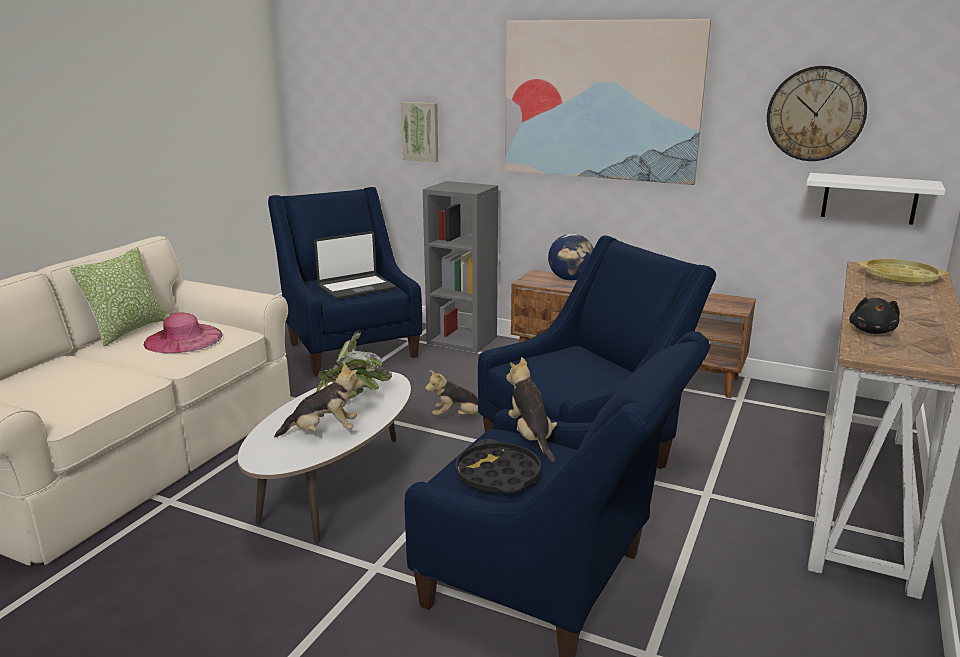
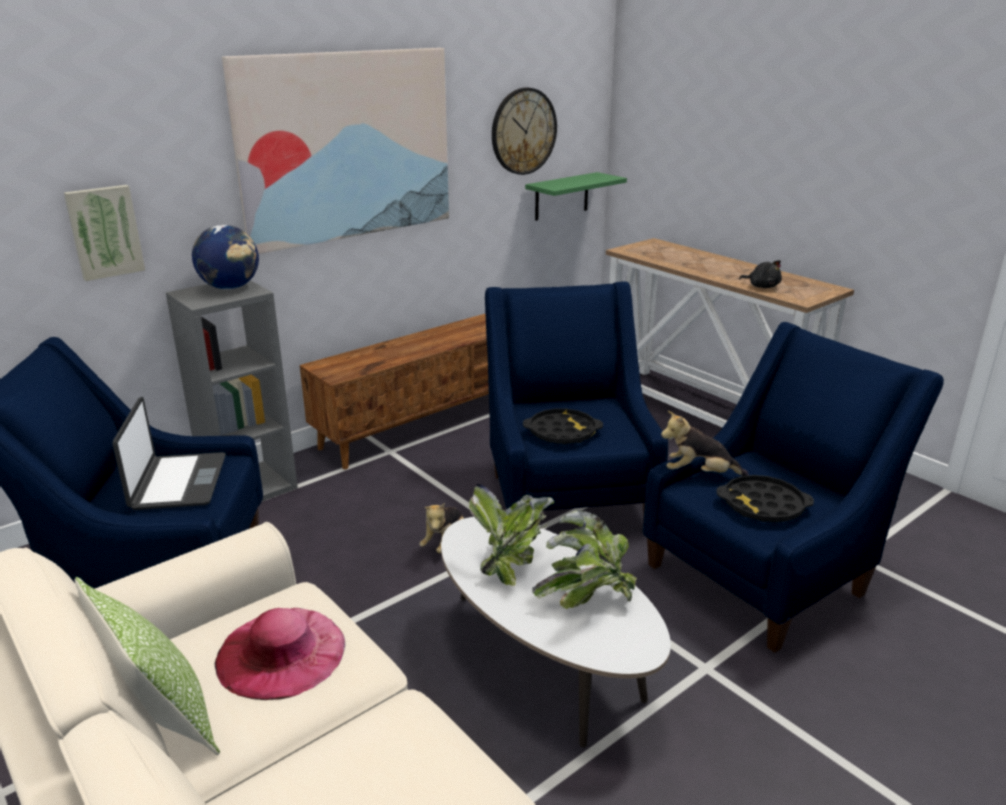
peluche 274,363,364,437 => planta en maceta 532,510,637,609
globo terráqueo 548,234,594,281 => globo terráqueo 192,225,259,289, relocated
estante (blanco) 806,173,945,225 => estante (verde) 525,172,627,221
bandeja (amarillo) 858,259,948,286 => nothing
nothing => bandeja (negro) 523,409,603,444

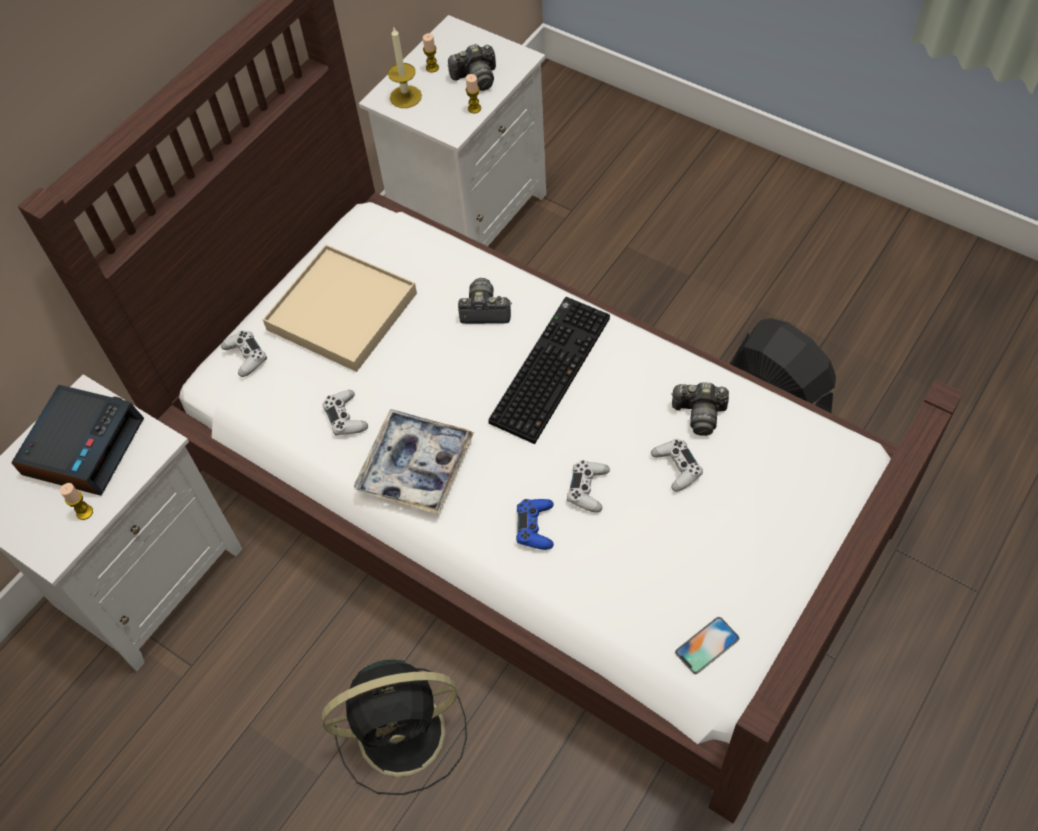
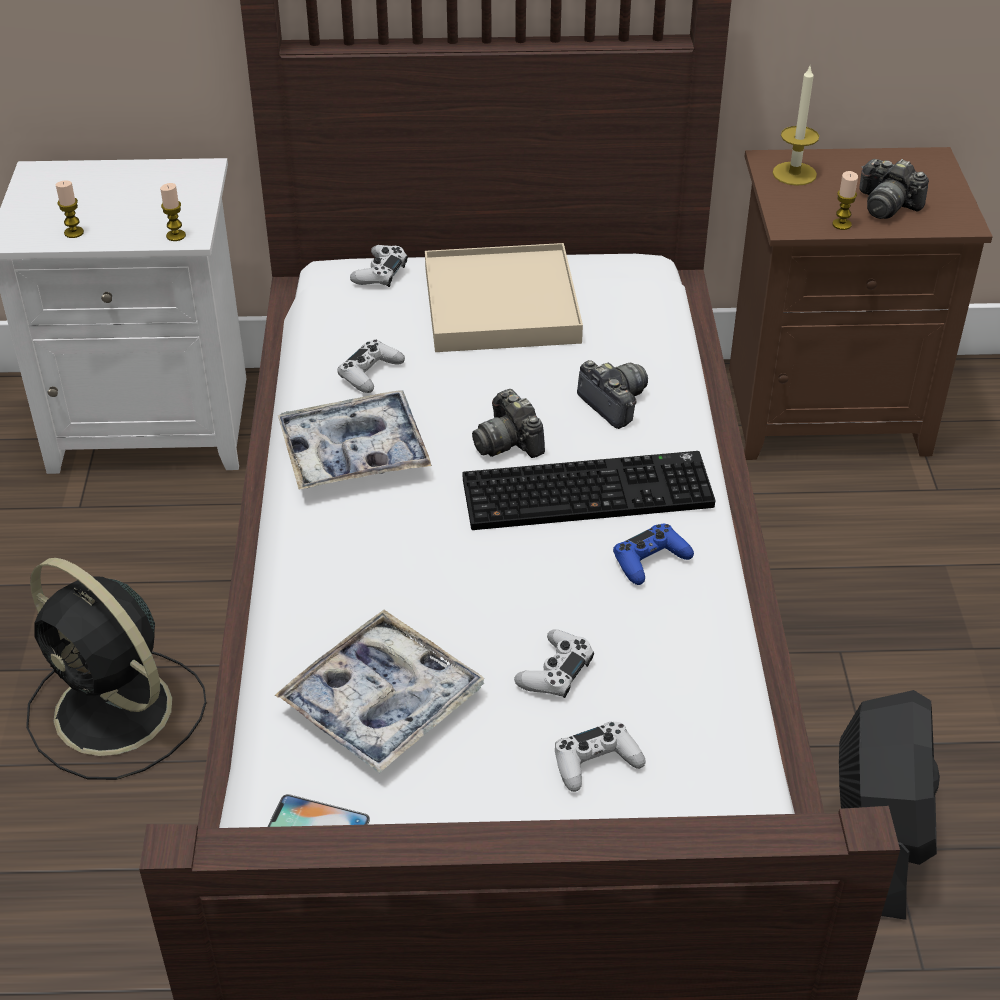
despertador 11,385,144,496 => nothing
mesita de noche (blanco) 359,15,546,247 => mesita de noche (marrón) 729,147,993,460
vela 423,33,439,72 => vela 160,183,186,241, relocated
mando de consola (azul) 516,499,554,550 => mando de consola (azul) 613,524,694,585, relocated
mando de consola (blanco) 567,460,610,512 => mando de consola (blanco) 555,722,646,792, relocated
cámara 671,382,729,436 => cámara 472,389,545,458, relocated
nothing => bandeja 275,610,485,774

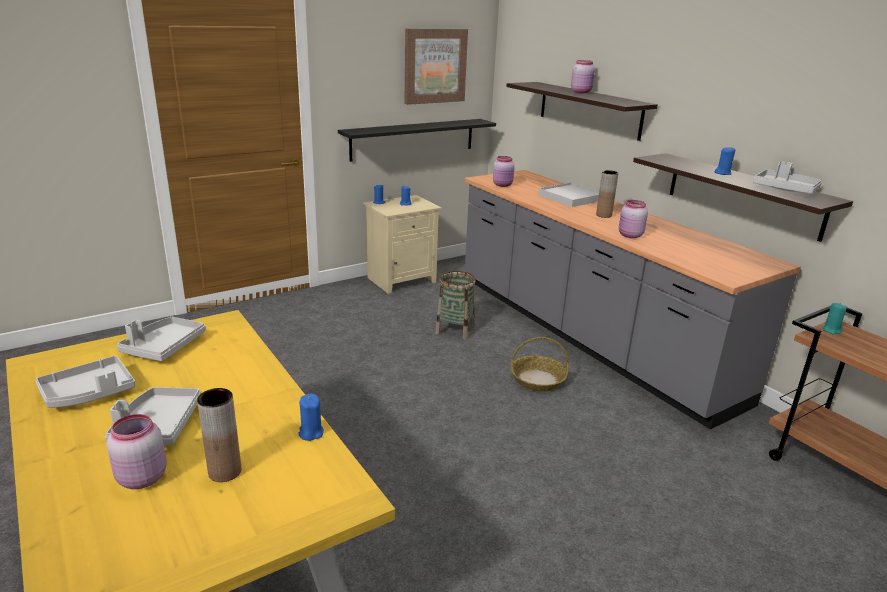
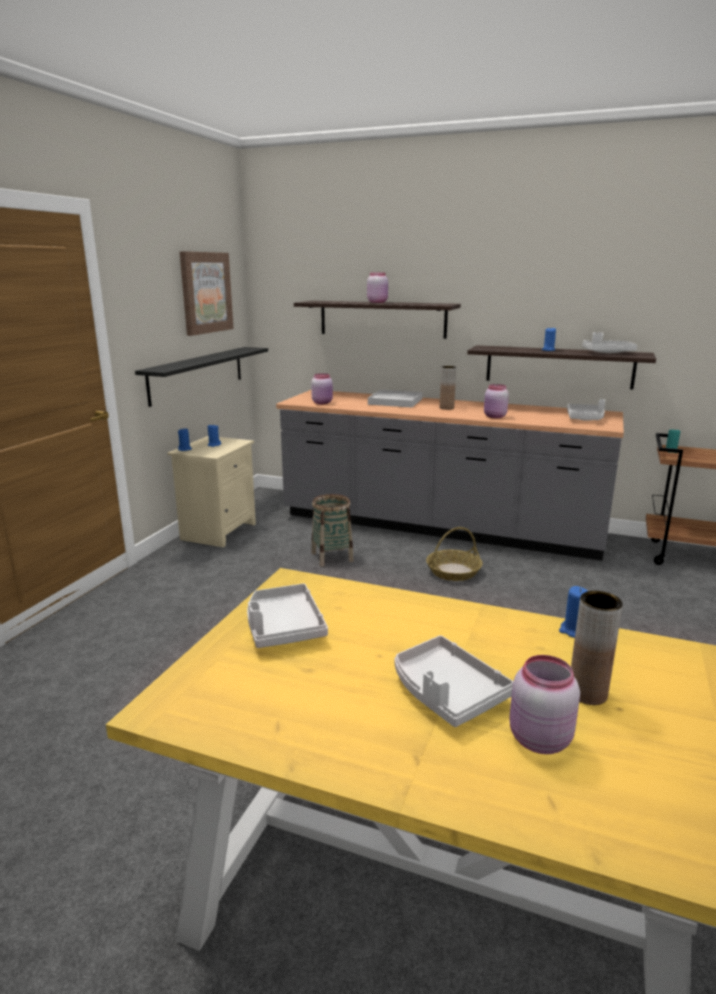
bandeja (gris) 35,355,136,408 => bandeja (gris) 567,399,605,421, relocated

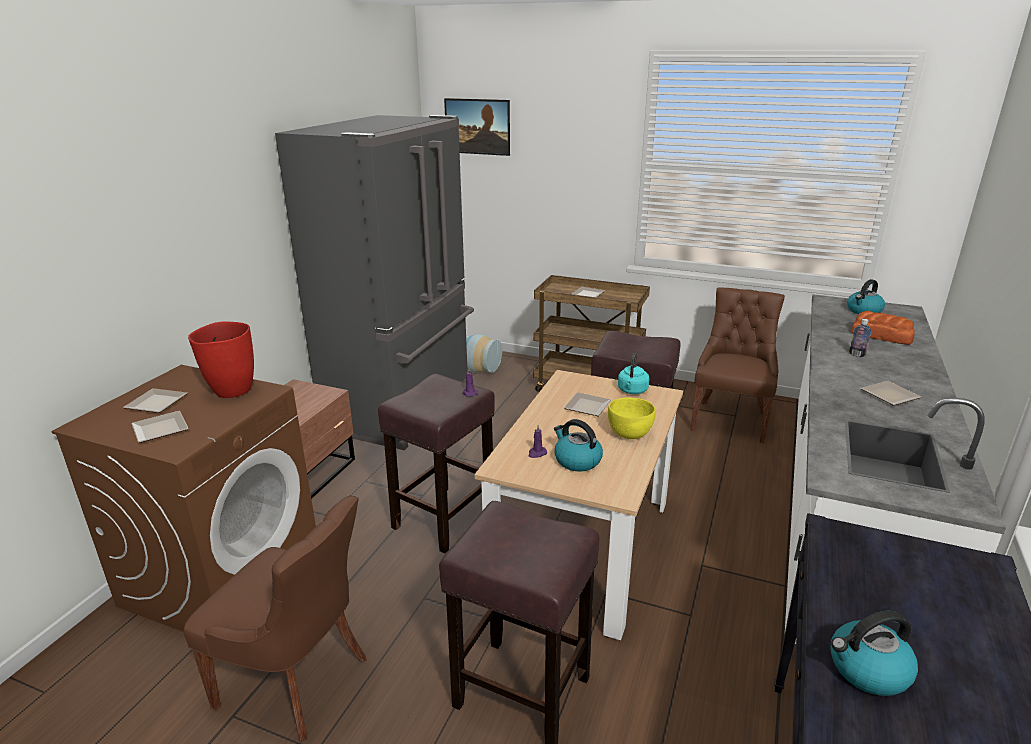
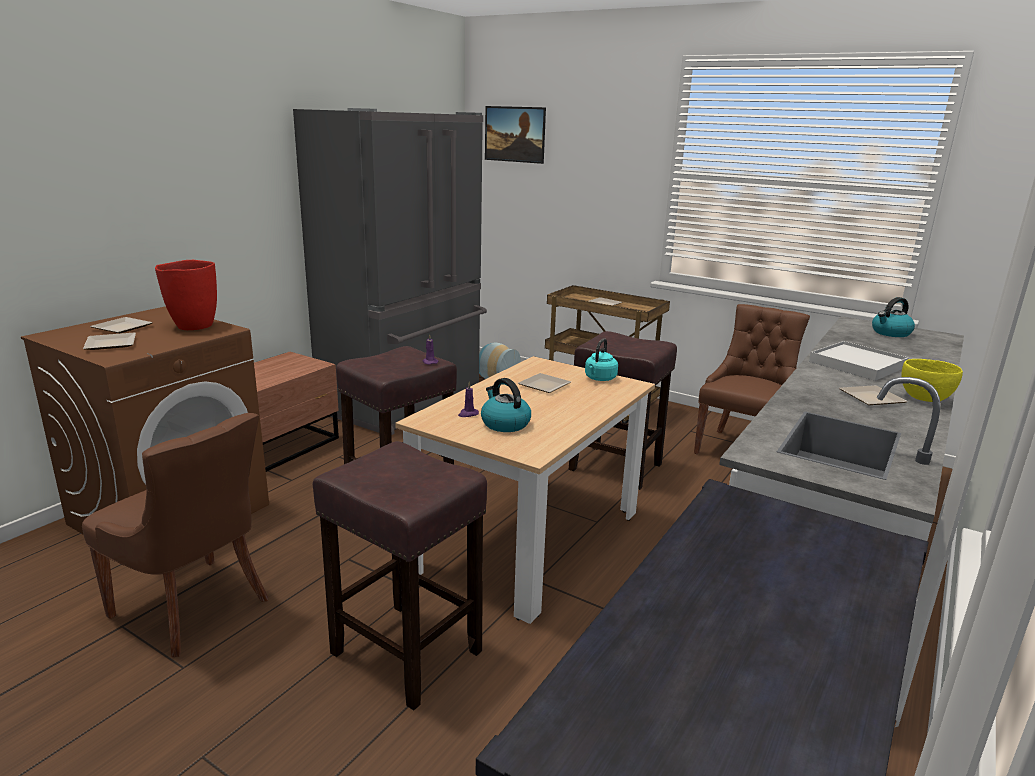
cuenco (amarillo) 608,397,656,439 => cuenco (amarillo) 901,359,963,402, relocated
hervidor 830,611,918,696 => nothing
botella 849,319,871,357 => bandeja (blanco) 809,341,909,381
pan 851,311,915,345 => nothing

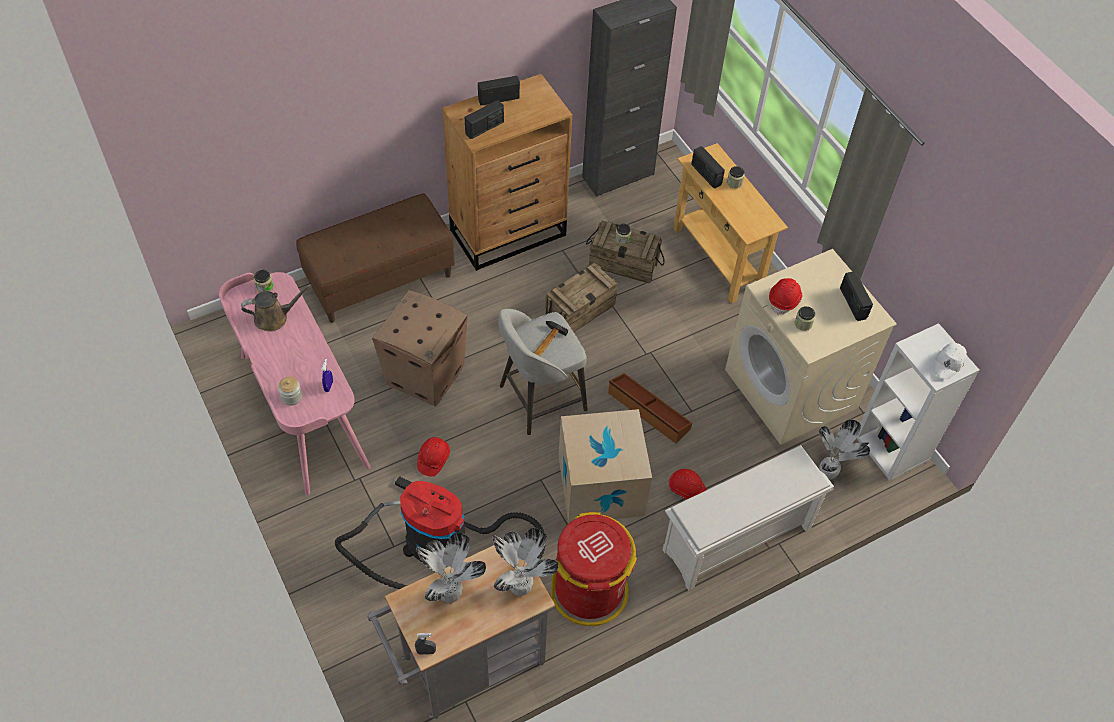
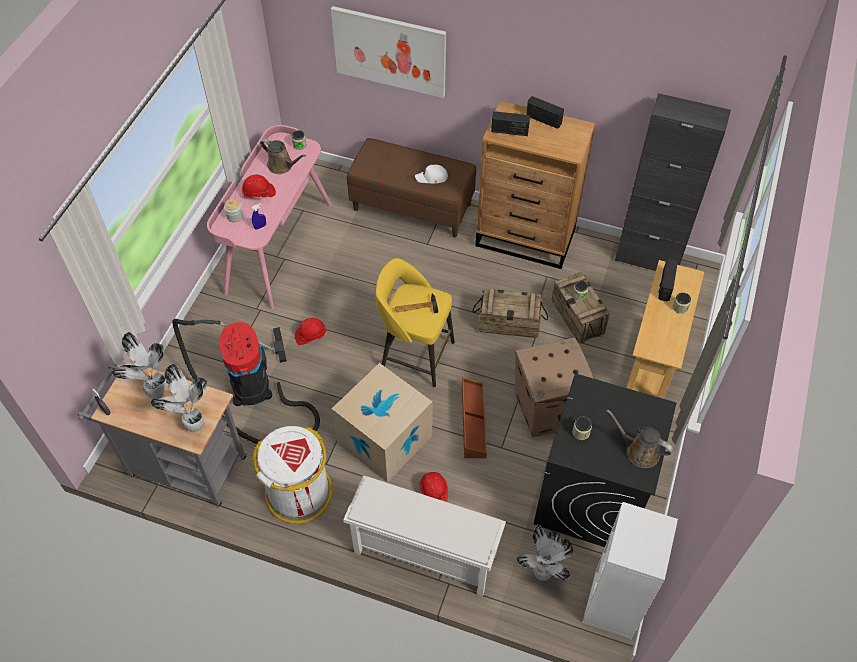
caja de cartón 372,290,468,407 => caja de cartón 515,338,594,437, relocated
taburete (gris) 498,309,588,435 => taburete (amarillo) 375,258,455,387
papelera (rojo) 551,512,637,626 => papelera (blanco) 252,426,333,524
lavadora (beis) 725,249,897,445 => lavadora (negro) 534,374,676,547
casco (rojo) 769,278,802,315 => casco (rojo) 242,174,276,199, relocated
radio 840,271,873,321 => regadera (marrón) 607,410,673,468
gorra (blanco) 933,343,967,380 => gorra (blanco) 415,165,448,184, relocated
nothing => cuadro 331,6,446,98

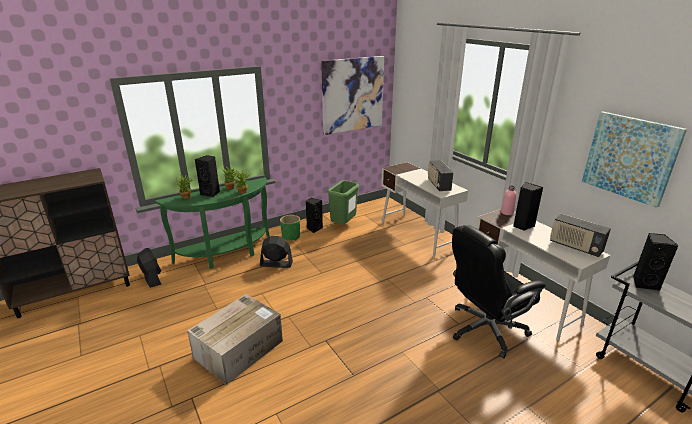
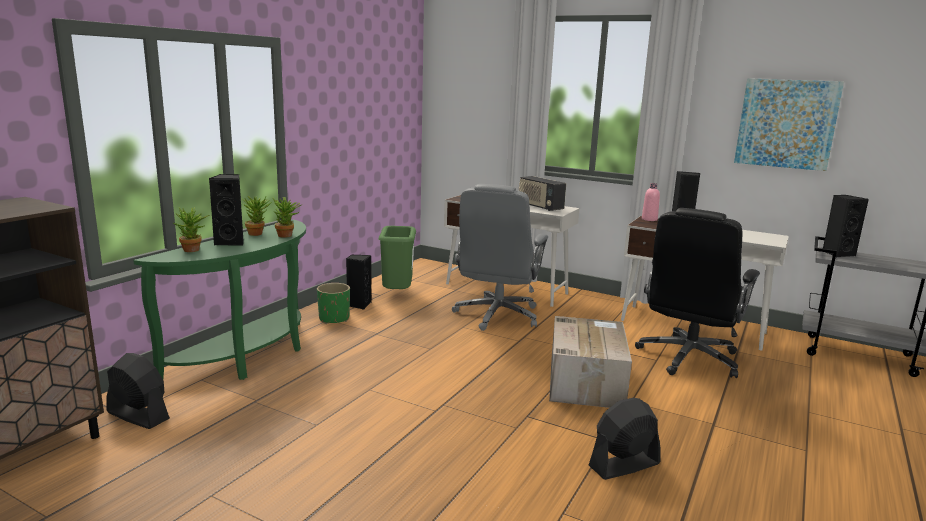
caja de cartón 187,294,283,385 => caja de cartón 549,316,632,408, relocated
ventilador (negro) 260,236,293,268 => ventilador (negro) 589,398,661,480, relocated
cuadro 321,56,384,135 => nothing
radio 550,214,611,257 => nothing
nothing => silla de oficina (gris) 452,184,548,331

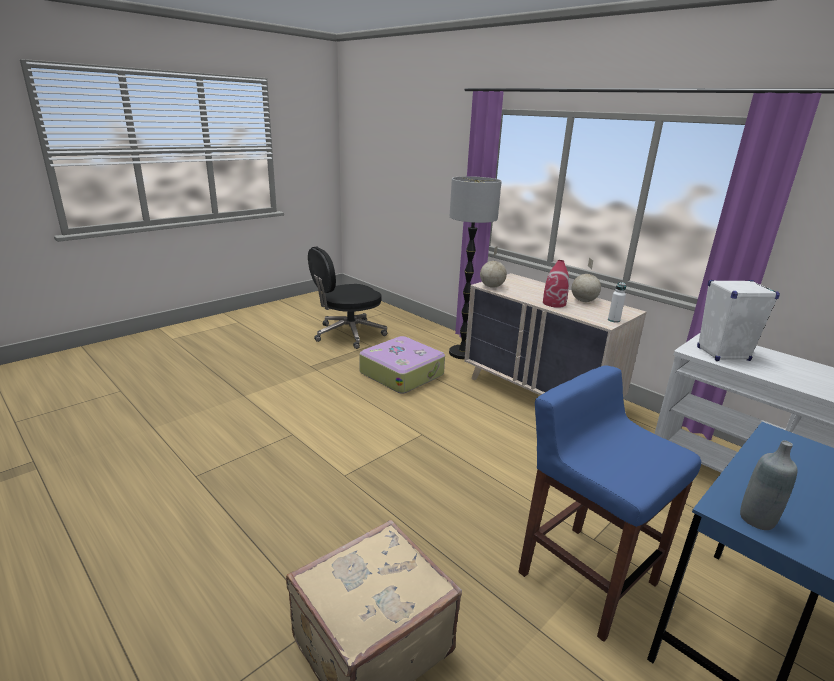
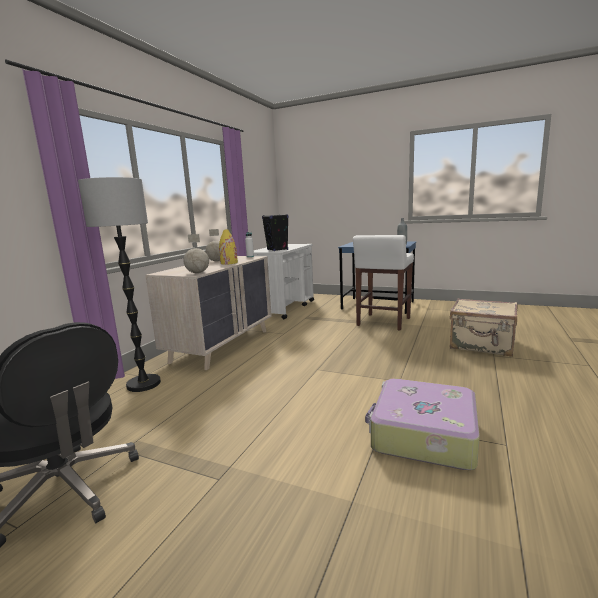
maleta 359,336,445,394 => maleta 365,378,480,470, relocated
taburete (azul) 519,365,701,642 => taburete (blanco) 353,235,414,331
florero (rojo) 543,260,569,308 => florero (amarillo) 219,229,238,265
altavoz (blanco) 697,280,780,361 => altavoz (negro) 262,214,289,251

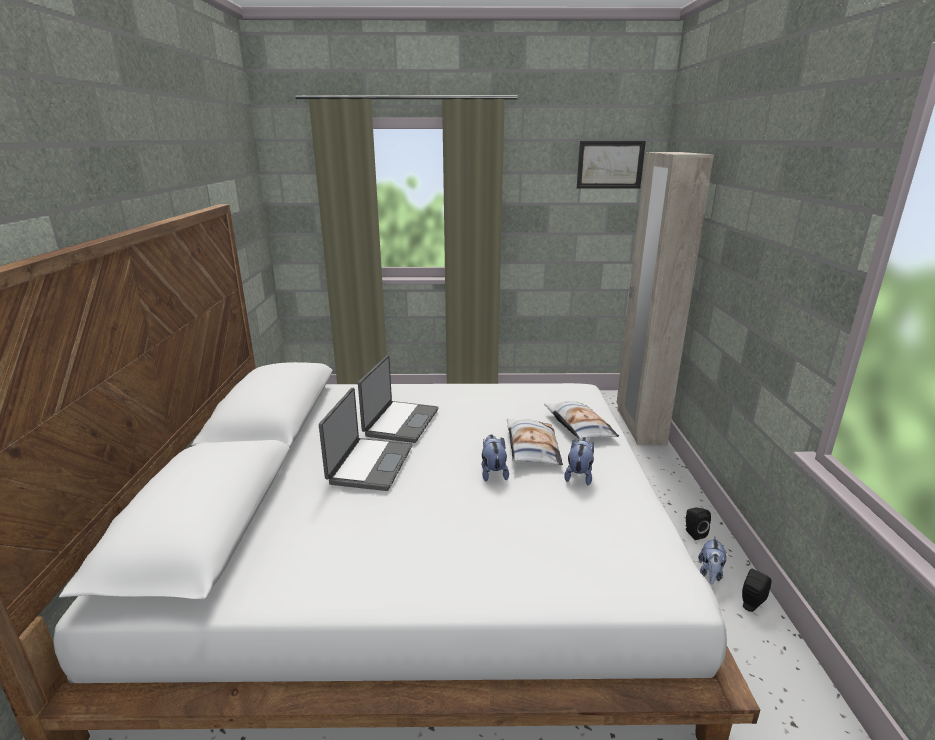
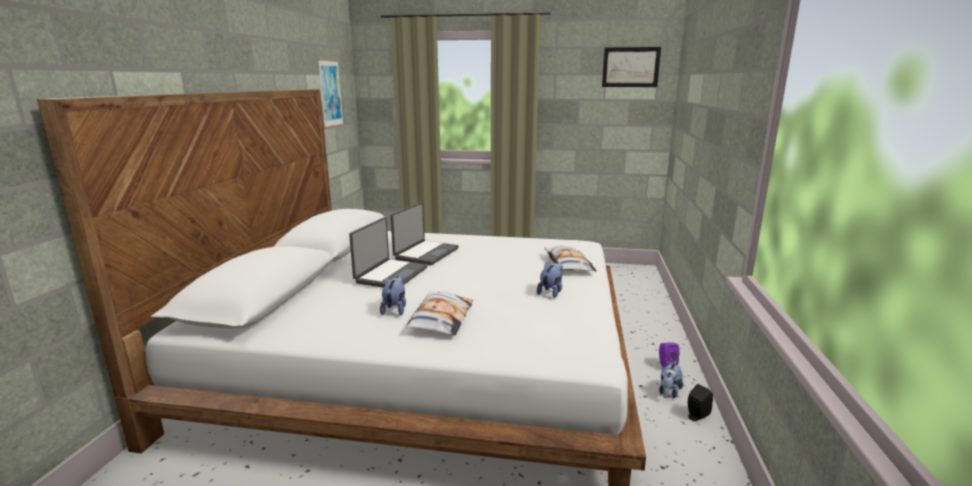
peluche 482,435,509,482 => peluche 380,276,406,315, relocated
cojín 507,419,563,465 => cojín 406,292,473,336, relocated
armario ropero (beis) 617,152,714,445 => nothing
altavoz (negro) 685,508,711,540 => altavoz (morado) 659,343,680,368
nothing => cuadro 318,59,344,128

